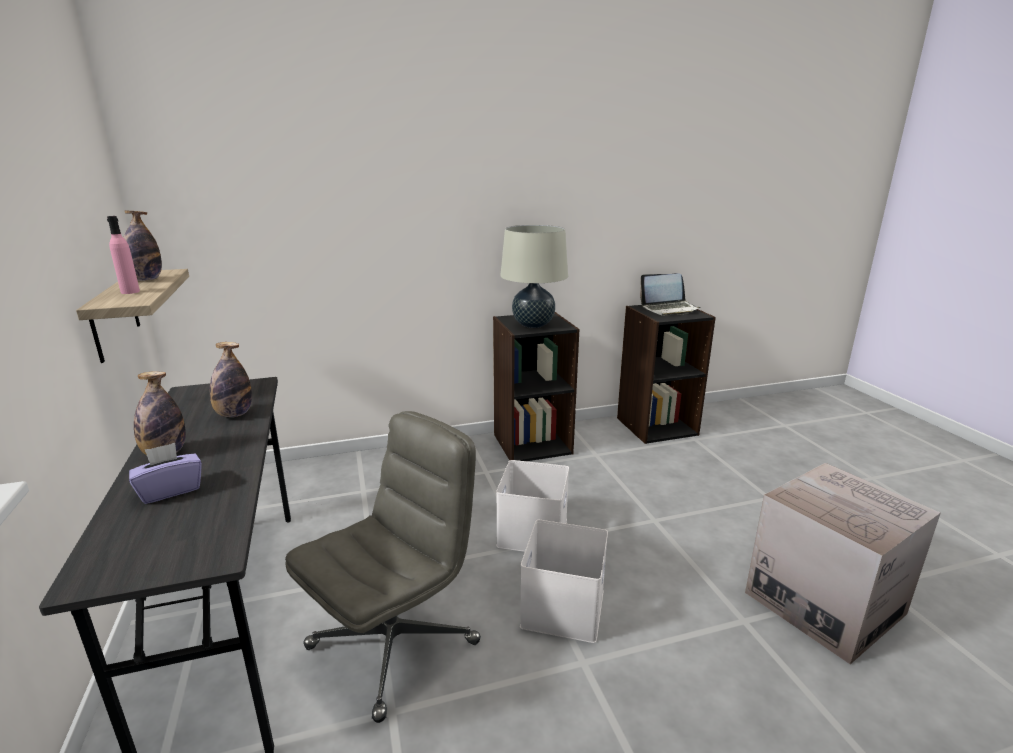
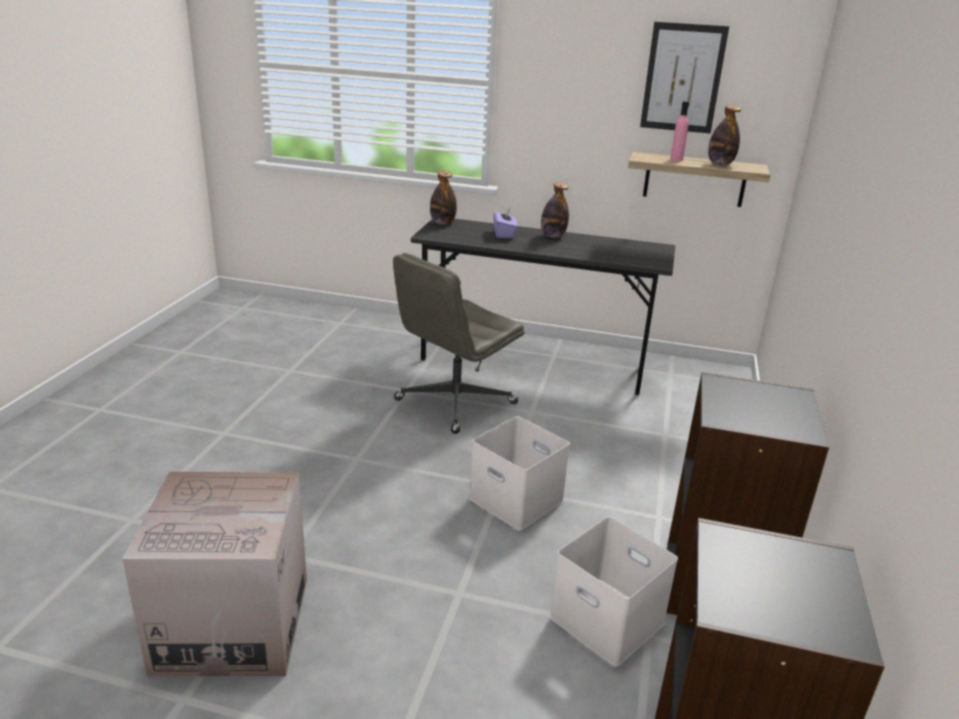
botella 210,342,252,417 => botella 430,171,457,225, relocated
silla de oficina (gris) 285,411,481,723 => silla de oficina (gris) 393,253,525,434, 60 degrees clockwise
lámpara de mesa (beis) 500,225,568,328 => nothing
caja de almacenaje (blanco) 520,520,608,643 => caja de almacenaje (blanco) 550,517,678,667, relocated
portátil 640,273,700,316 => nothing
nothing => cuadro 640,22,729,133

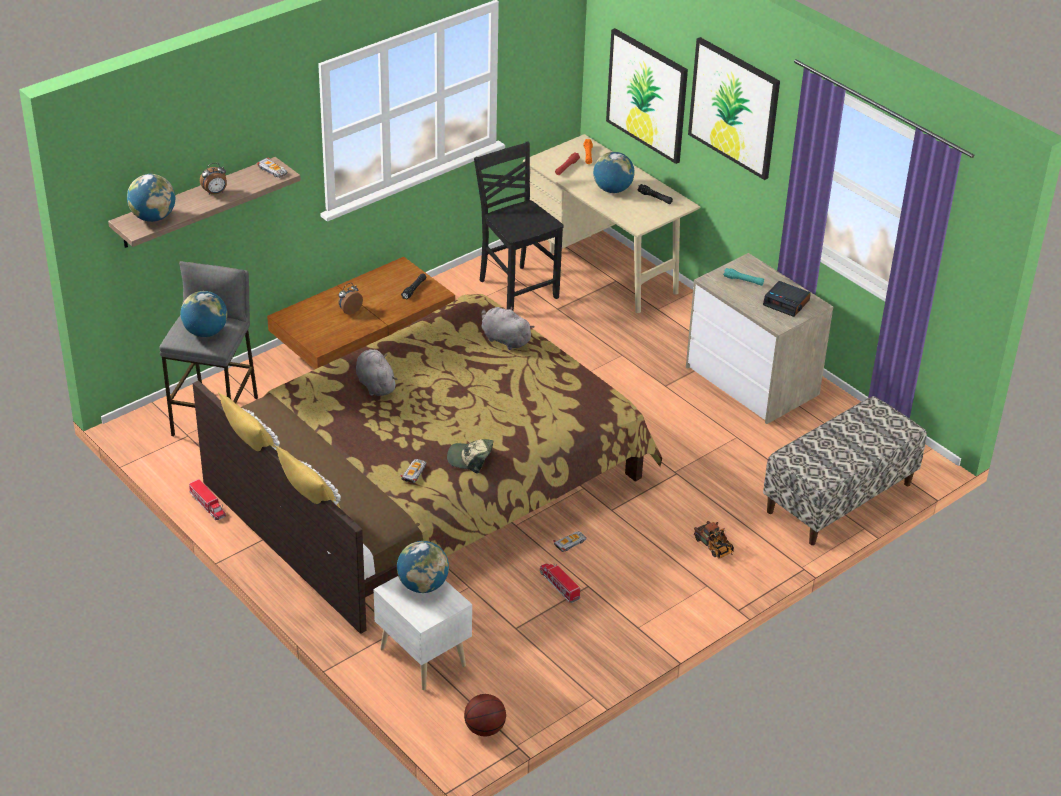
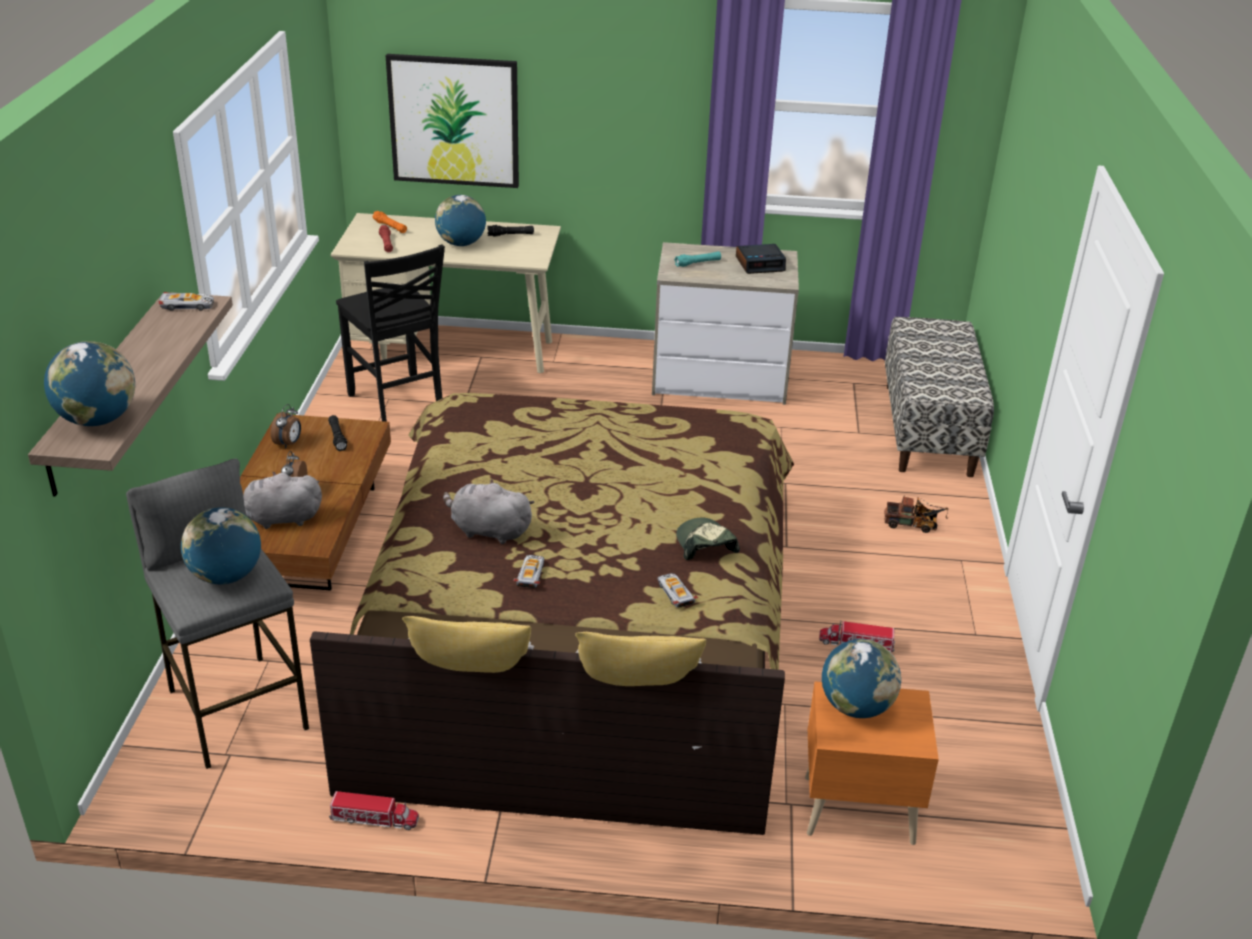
despertador 200,163,227,195 => despertador 271,404,301,449, relocated
mesita de noche (blanco) 373,576,472,690 => mesita de noche (naranja) 805,682,939,845
gorra 447,439,494,473 => gorra 676,518,740,560, 105 degrees clockwise
balón de baloncesto 464,694,506,736 => nothing
silla (negro) 474,141,564,311 => silla (negro) 336,244,445,422, 135 degrees counterclockwise
peluche (gris) 481,307,534,350 => peluche (gris) 243,471,322,529, relocated
coche de juguete 553,531,586,552 => coche de juguete 513,555,544,588, relocated
cuadro 688,37,780,180 => nothing

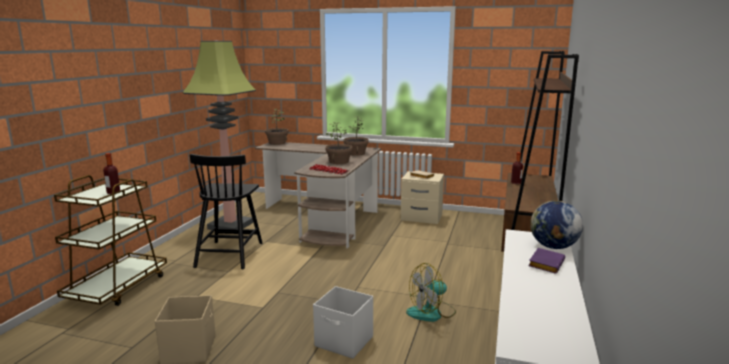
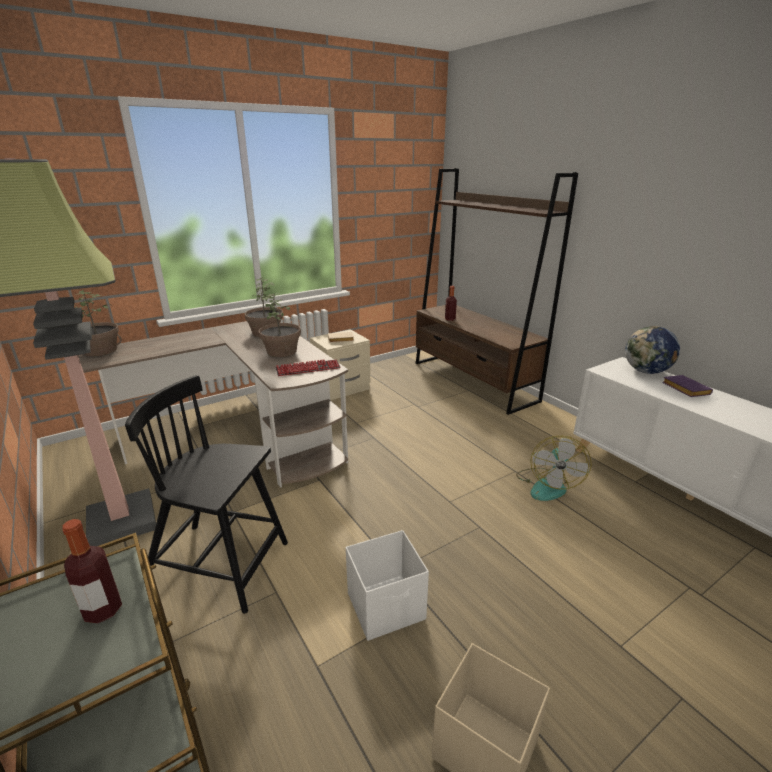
silla (negro) 190,154,263,269 => silla (negro) 125,375,288,614, 150 degrees clockwise
caja de almacenaje (blanco) 313,286,373,359 => caja de almacenaje (blanco) 346,530,429,641, relocated

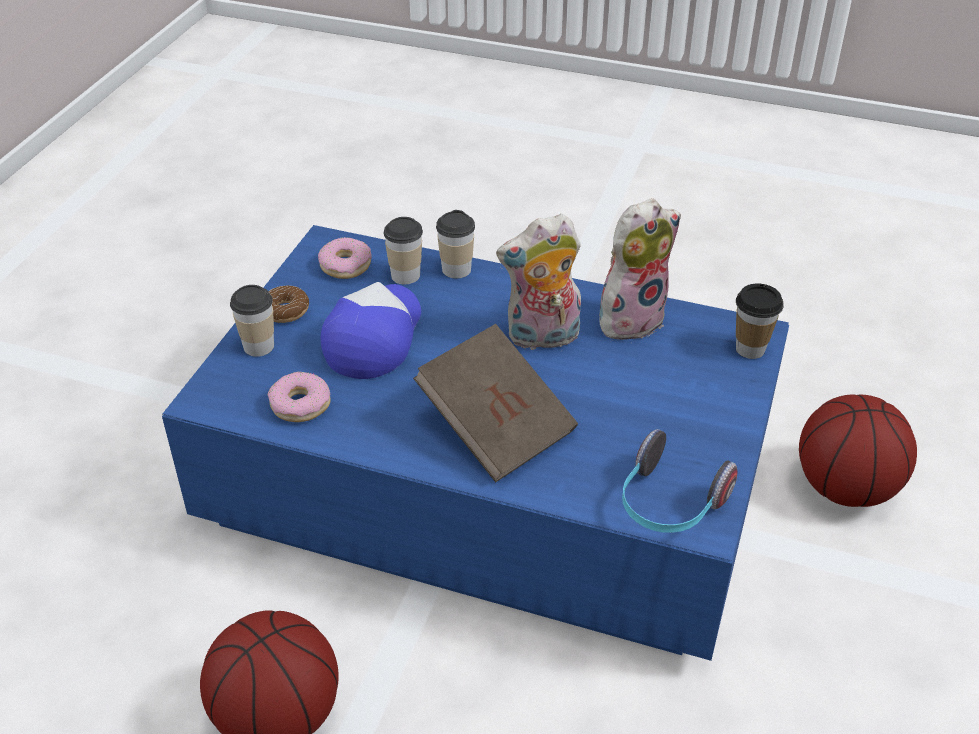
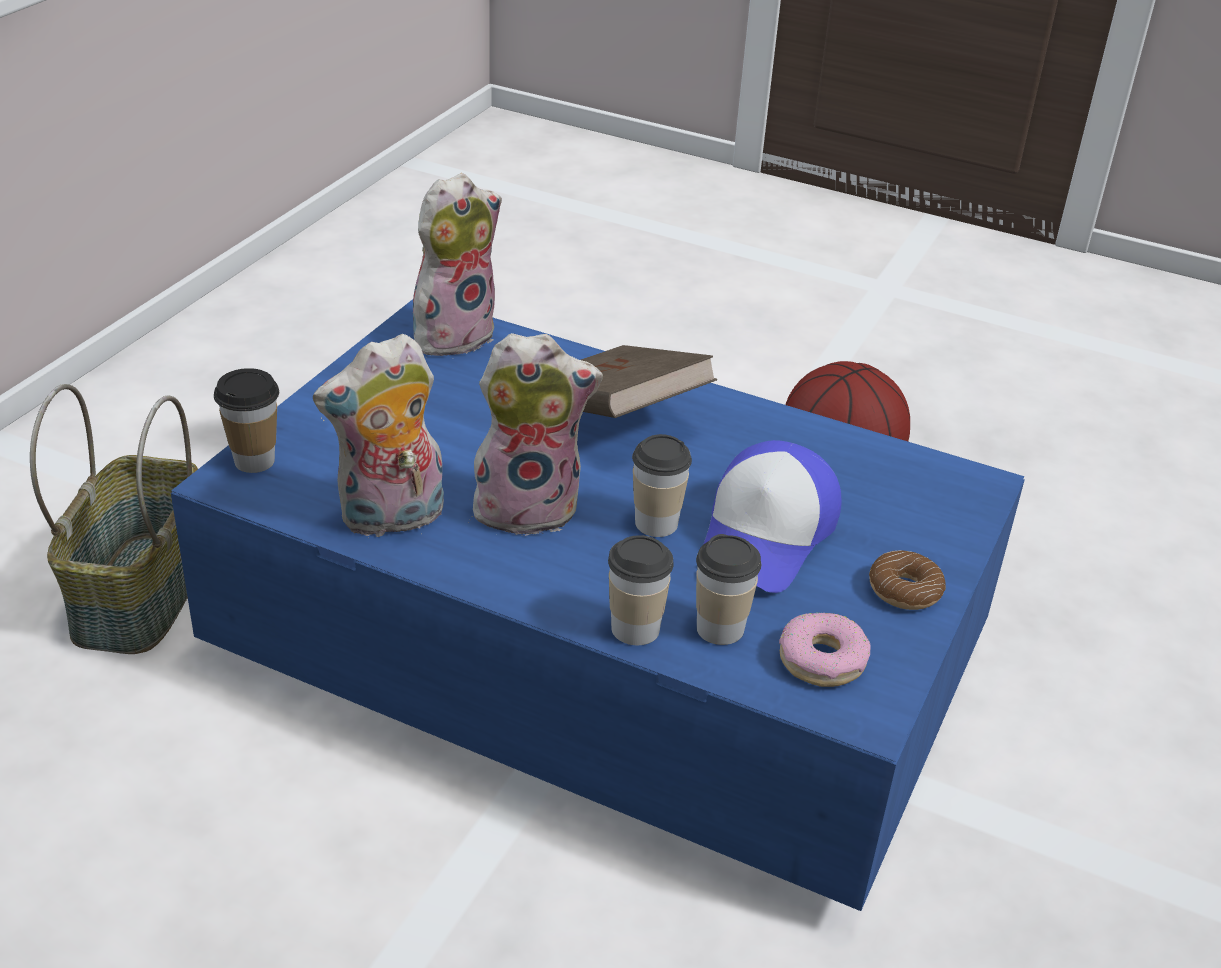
taza 230,285,274,357 => taza 632,434,692,537, relocated
rosquilla 268,372,331,422 => nothing
auriculares 622,429,737,533 => peluche 413,173,502,358
balón de baloncesto 799,395,917,507 => cesta 30,384,198,654

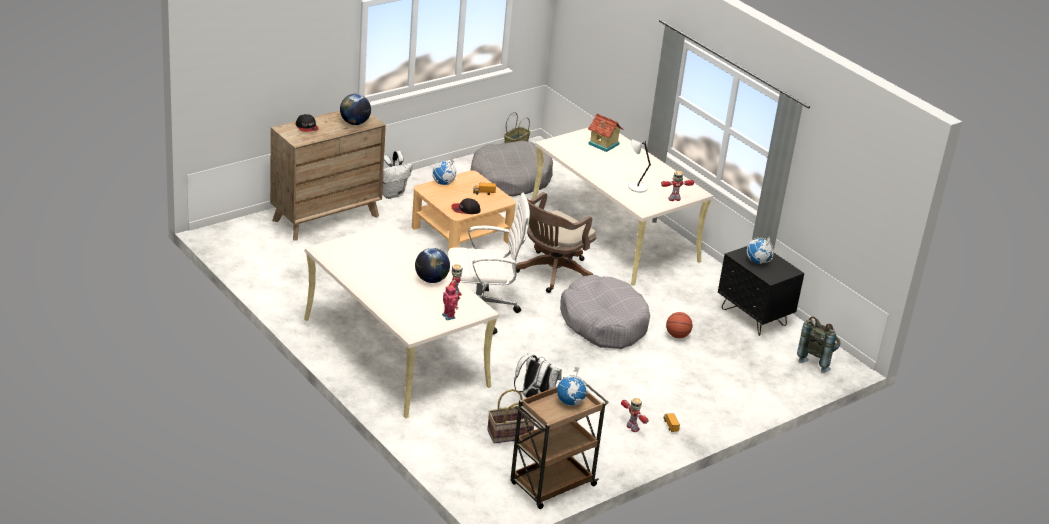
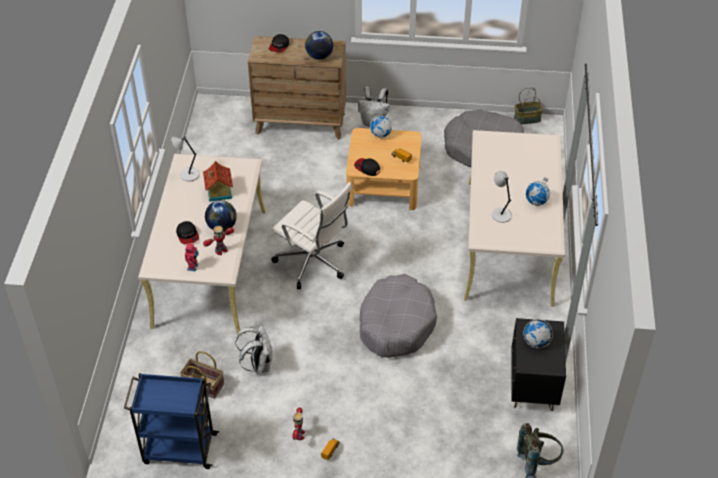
carrito (marrón) 510,381,609,509 => carrito (azul) 124,373,219,469
silla de oficina (marrón) 516,192,596,293 => nothing
globo terráqueo 557,367,588,406 => globo terráqueo 526,177,551,206, relocated
casita 588,114,624,152 => casita 203,161,233,202, relocated
robot de juguete 661,171,694,201 => nothing
balón de baloncesto 666,312,693,338 => nothing
nothing => lámpara de mesa (gris) 171,136,200,182
nothing => gorra 176,221,199,244

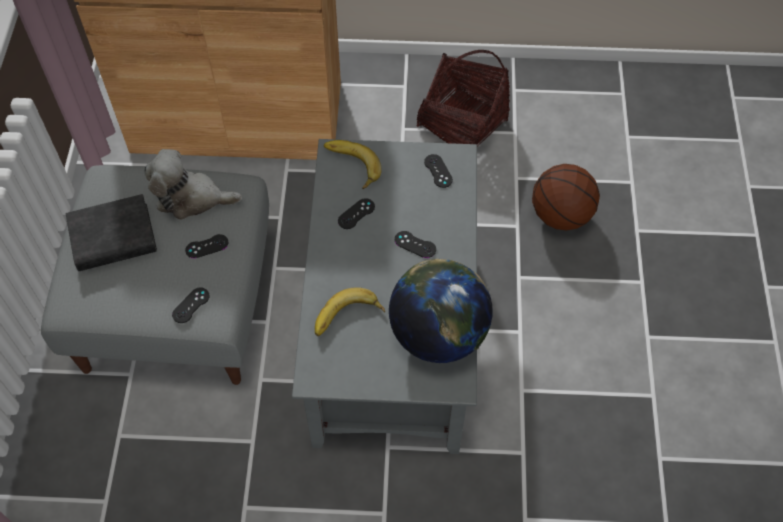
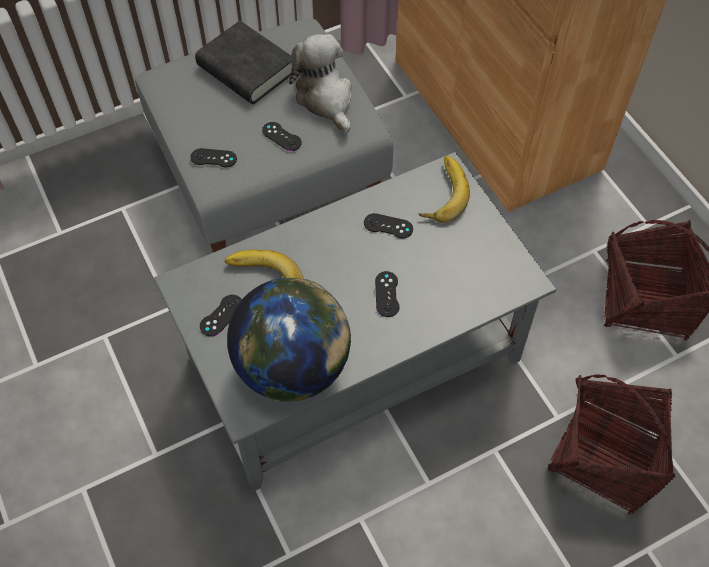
mando de consola (negro) 424,154,453,188 => mando de consola (negro) 200,295,242,336, relocated
balón de baloncesto 532,164,600,231 => cesta 547,374,675,515

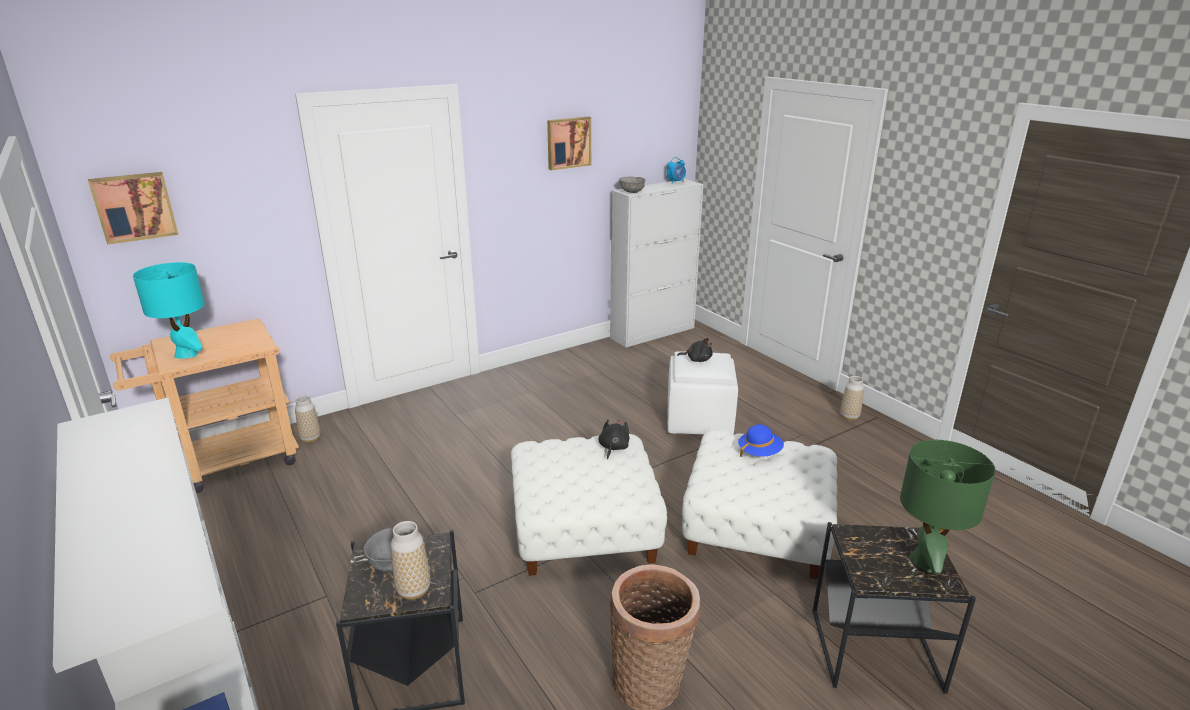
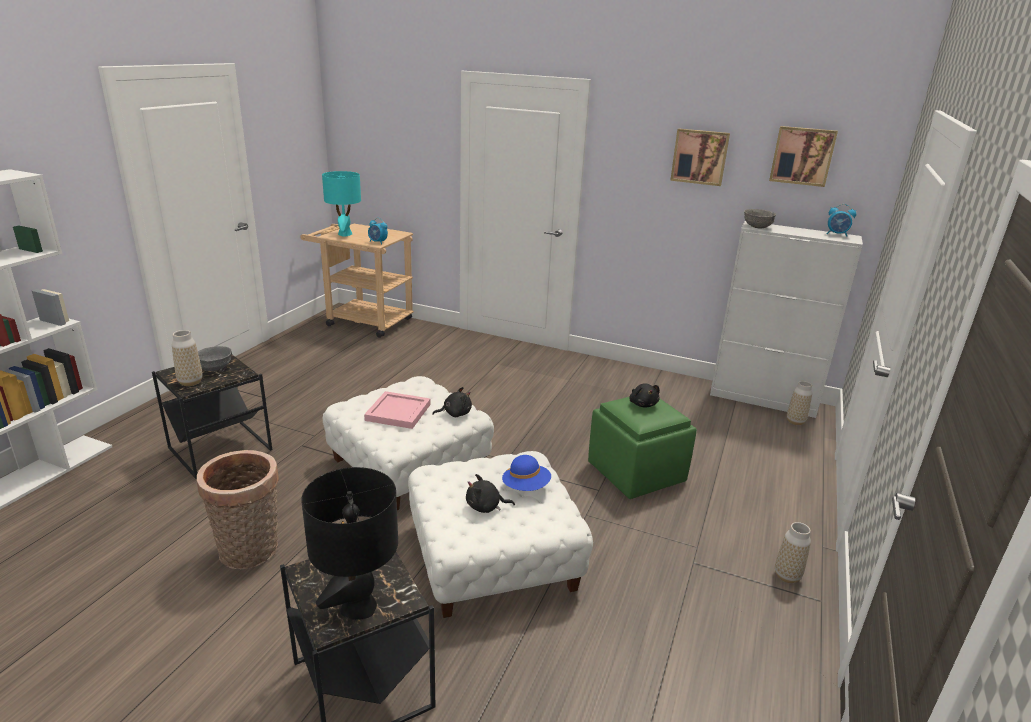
cuadro 88,172,178,245 => cuadro 769,126,838,187, relocated
florero 295,396,321,443 => florero 787,381,812,425, relocated
puf (blanco) 667,351,738,435 => puf (verde) 588,397,697,499
lámpara de mesa (verde) 900,440,995,575 => lámpara de mesa (negro) 301,467,398,620
nothing => bandeja (rosa) 364,391,431,429
nothing => despertador 368,218,388,244
nothing => peluche (negro) 466,474,515,513

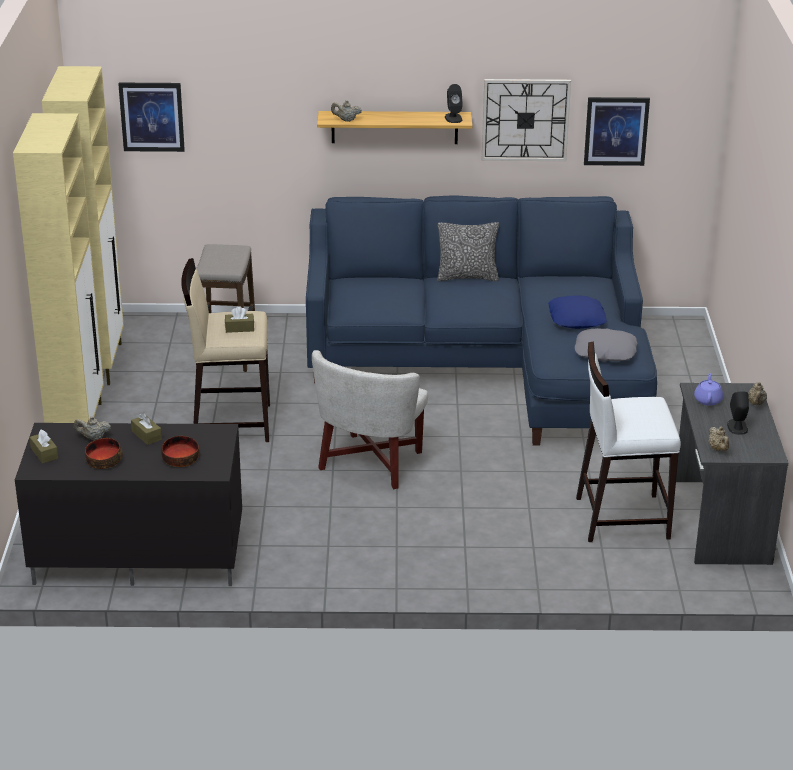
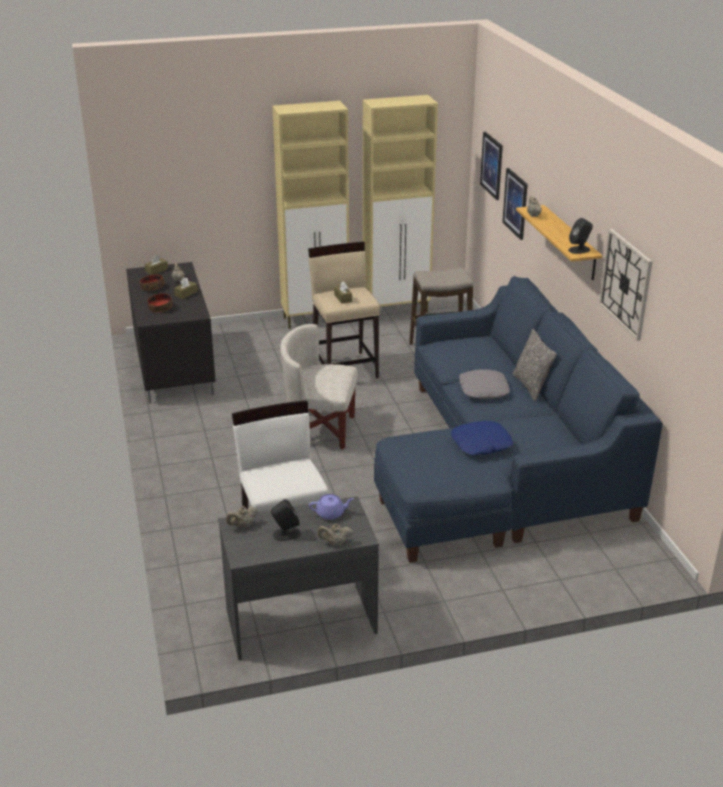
cojín (gris) 575,328,638,361 => cojín (gris) 459,369,510,399, relocated
cuadro 584,97,650,166 => cuadro 502,168,528,240, relocated

